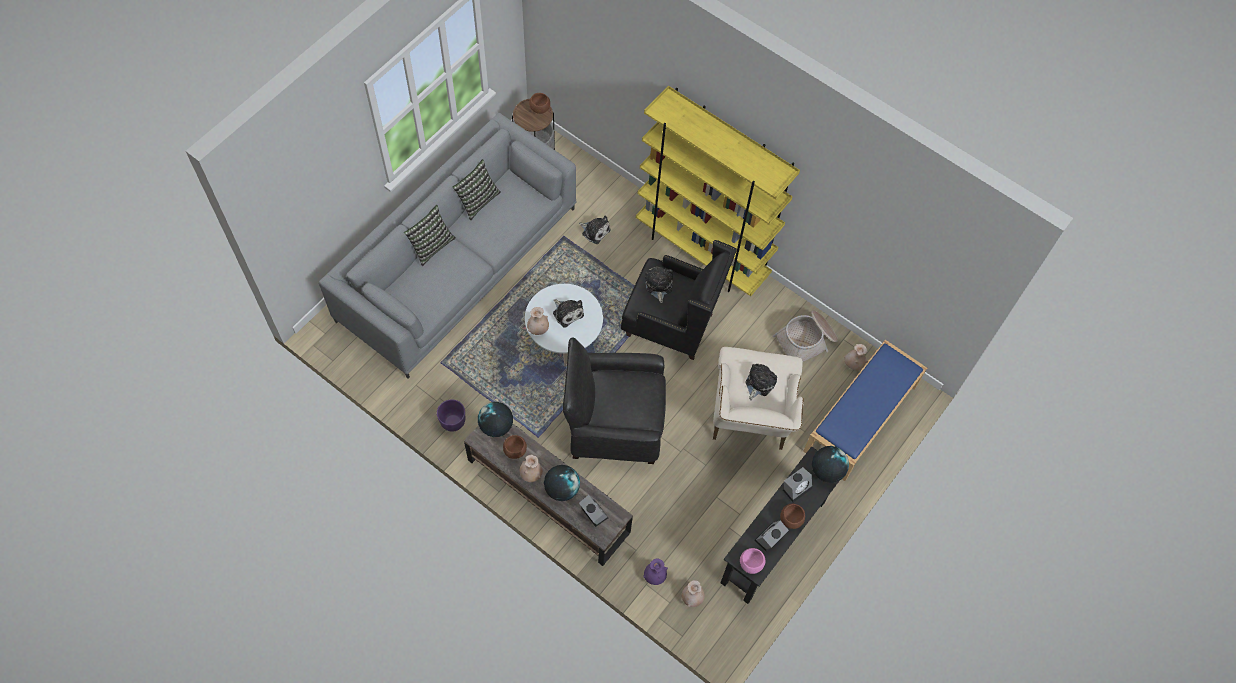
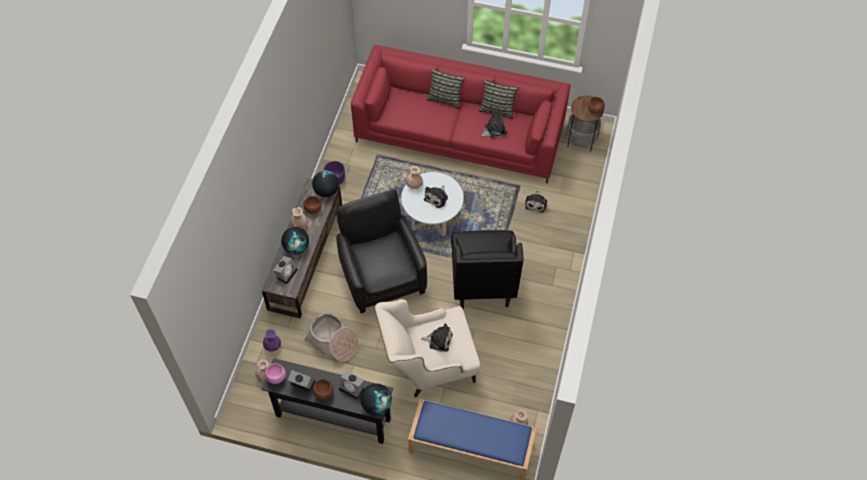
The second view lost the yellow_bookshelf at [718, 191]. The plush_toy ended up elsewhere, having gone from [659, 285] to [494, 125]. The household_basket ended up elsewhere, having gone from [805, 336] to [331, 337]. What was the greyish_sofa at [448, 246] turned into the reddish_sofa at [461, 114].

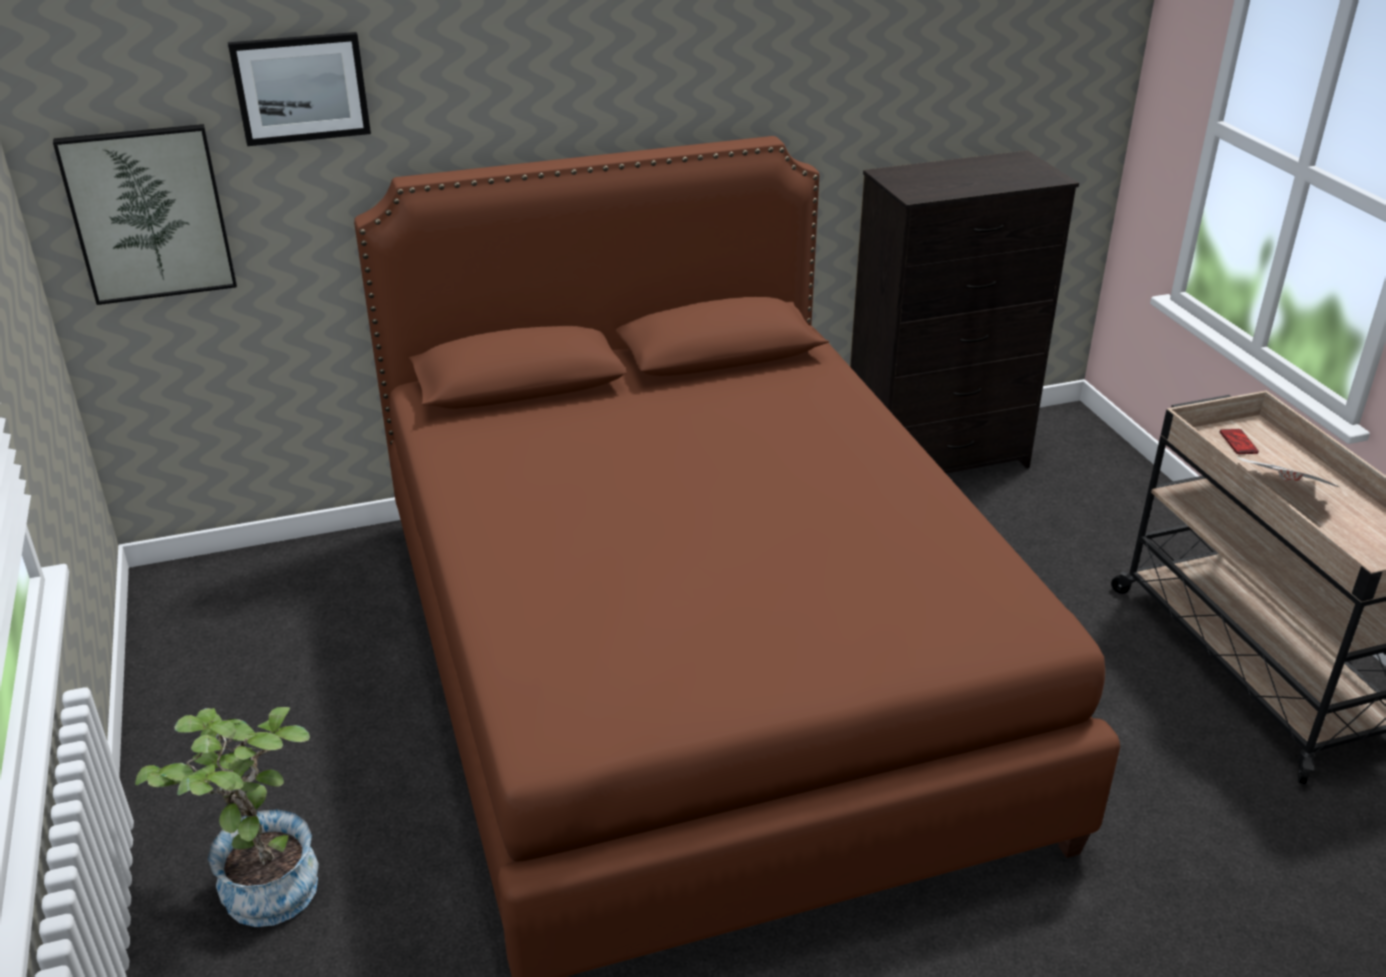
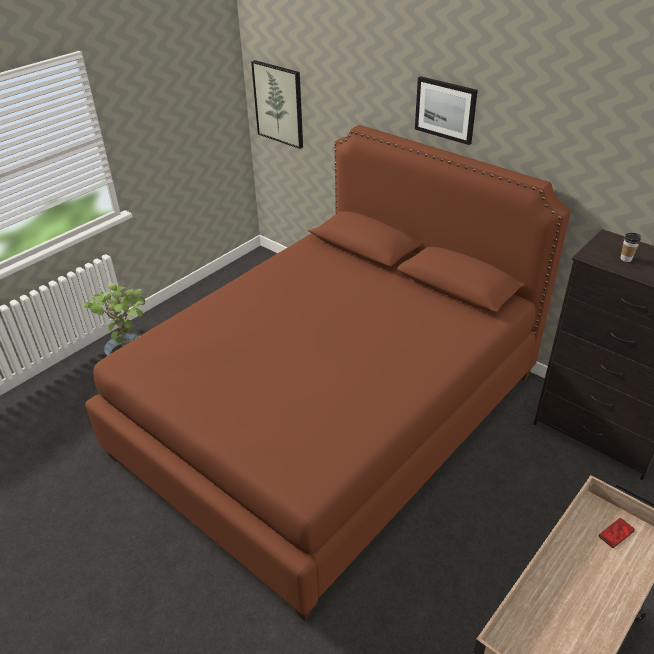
The second view lost the daily_paper at [1288, 472]. The second view gained the cup at [631, 247]. The wall_picture ended up elsewhere, having gone from [299, 89] to [446, 110].

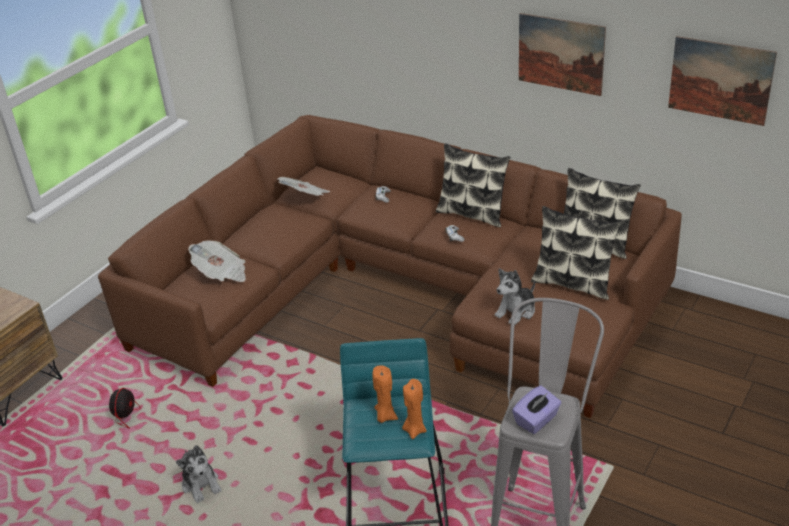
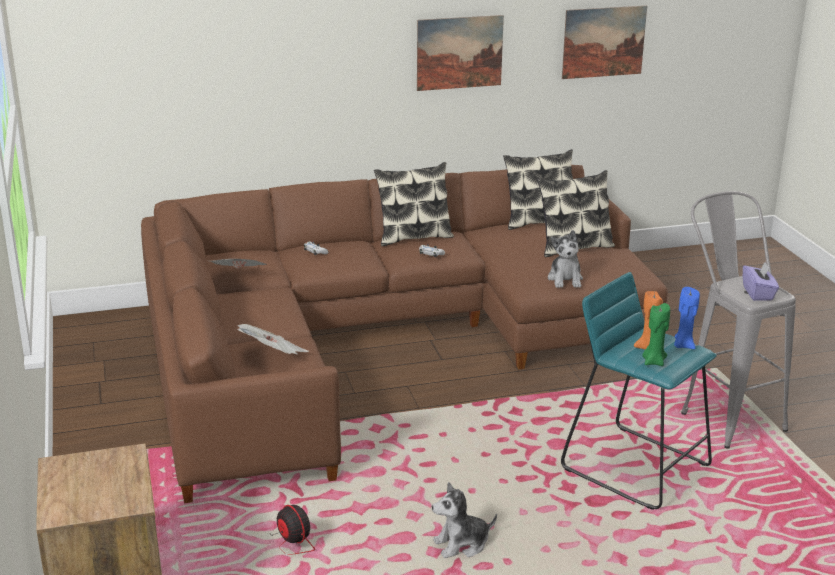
The second view gained the greenish_candle at [656, 334]. What was the orangey_candle at [414, 409] turned into the blue_candle at [687, 318]. The plush_toy at [199, 474] ended up facing another way, 150 degrees clockwise from before.

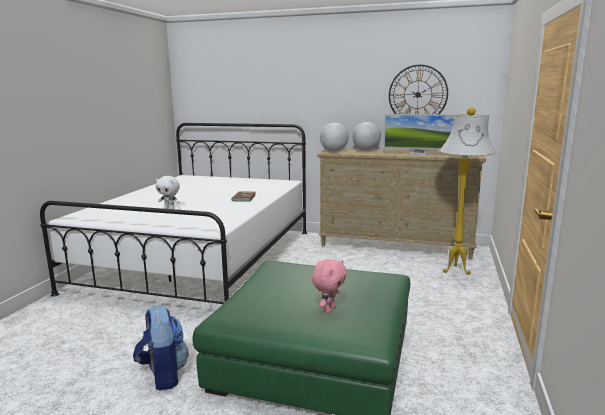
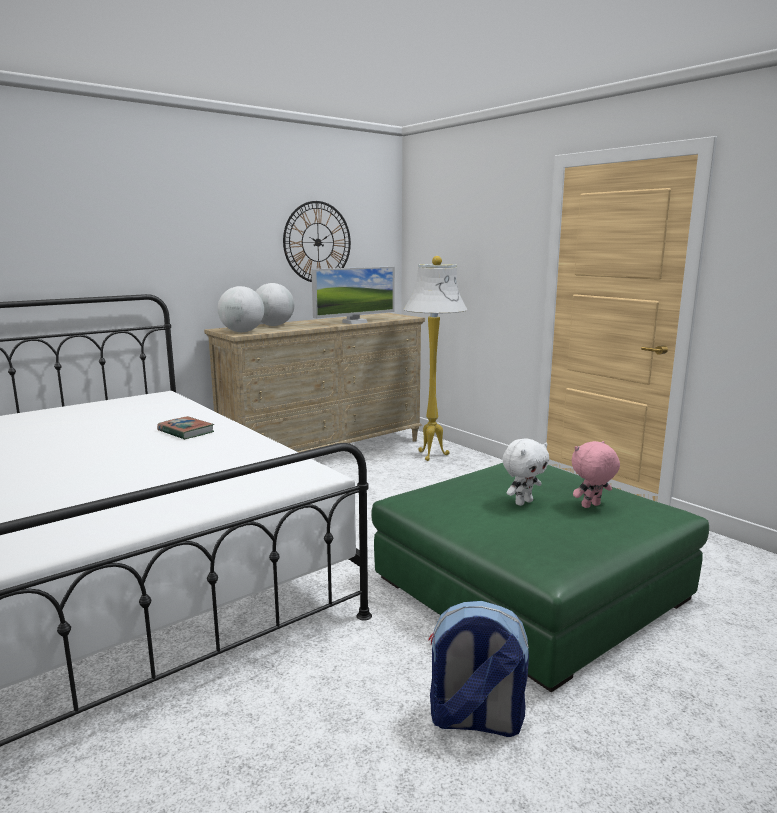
The white_plush_toy ended up elsewhere, having gone from [168, 192] to [525, 472]. The pink-coloured_plush_toy at [329, 286] ended up facing another way, 90 degrees counterclockwise from before.

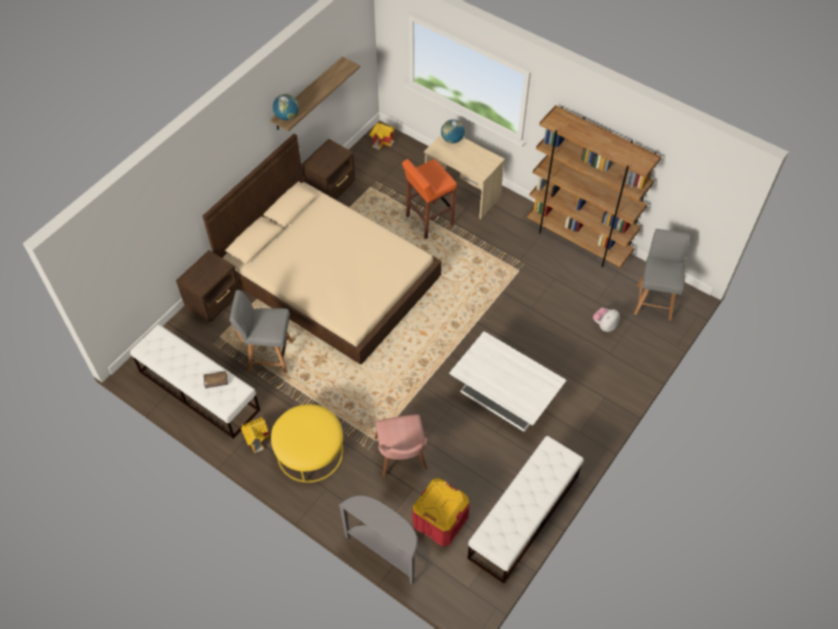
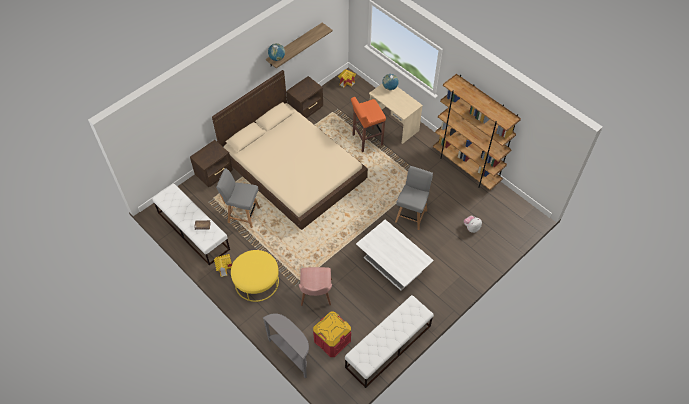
The greyish_plain_chair ended up elsewhere, having gone from [662, 275] to [414, 198].

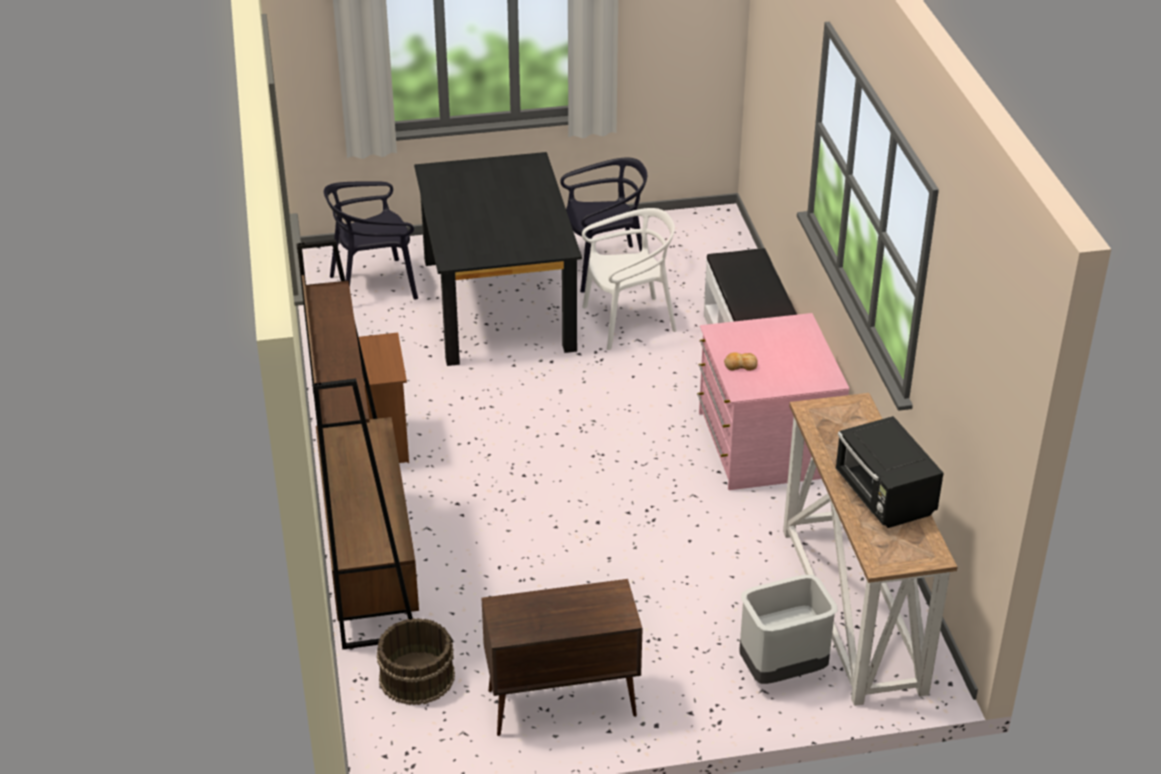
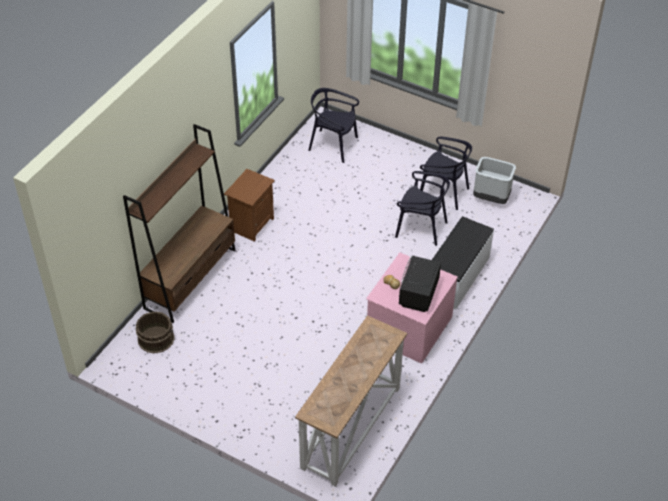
The second view lost the blackish_dinner_table at [498, 259]. The second view lost the brown_cupboard at [562, 657]. The greyish_waste_bin ended up elsewhere, having gone from [789, 629] to [494, 180]. The blackish_kitchen_microwave ended up elsewhere, having gone from [889, 472] to [420, 284]. What was the white_plain_chair at [629, 279] turned into the blackish_plain_chair at [422, 208].

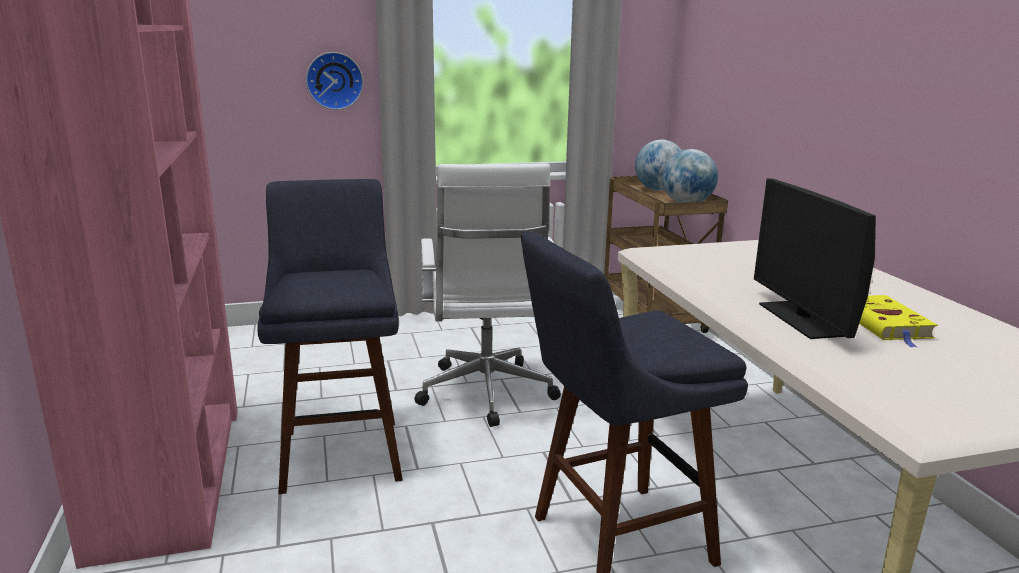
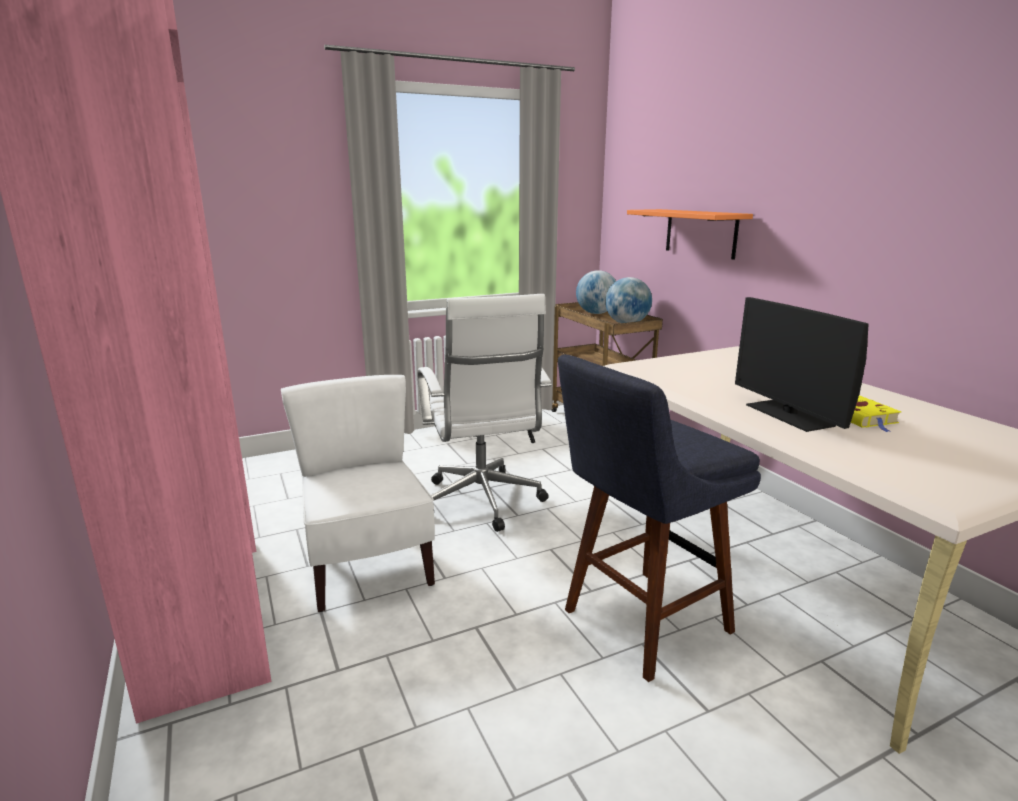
The second view lost the hanging_clock at [334, 81]. The second view gained the orangey_wall_shelf at [690, 234]. Where the blue_stool stood at [330, 336], the white_plain_chair came to stand at [358, 493].

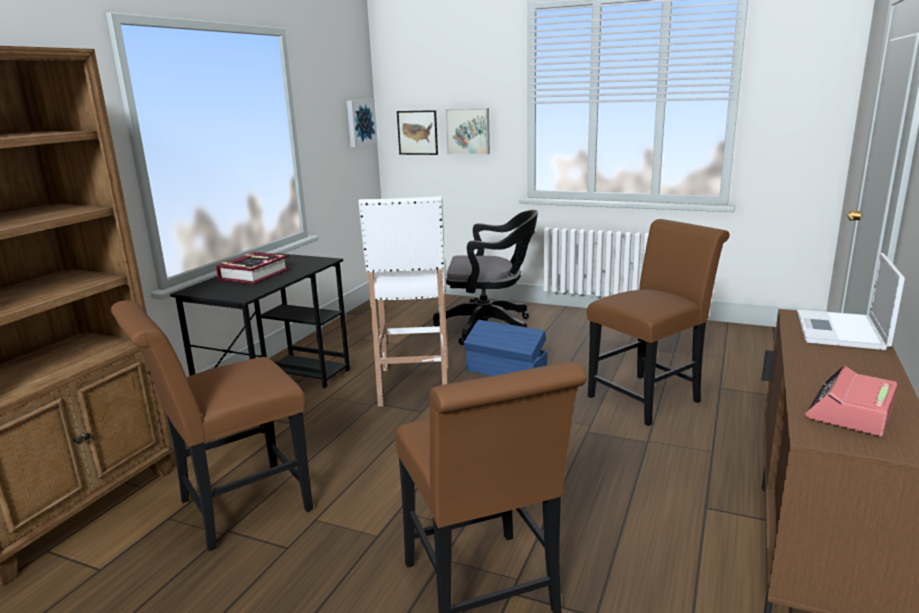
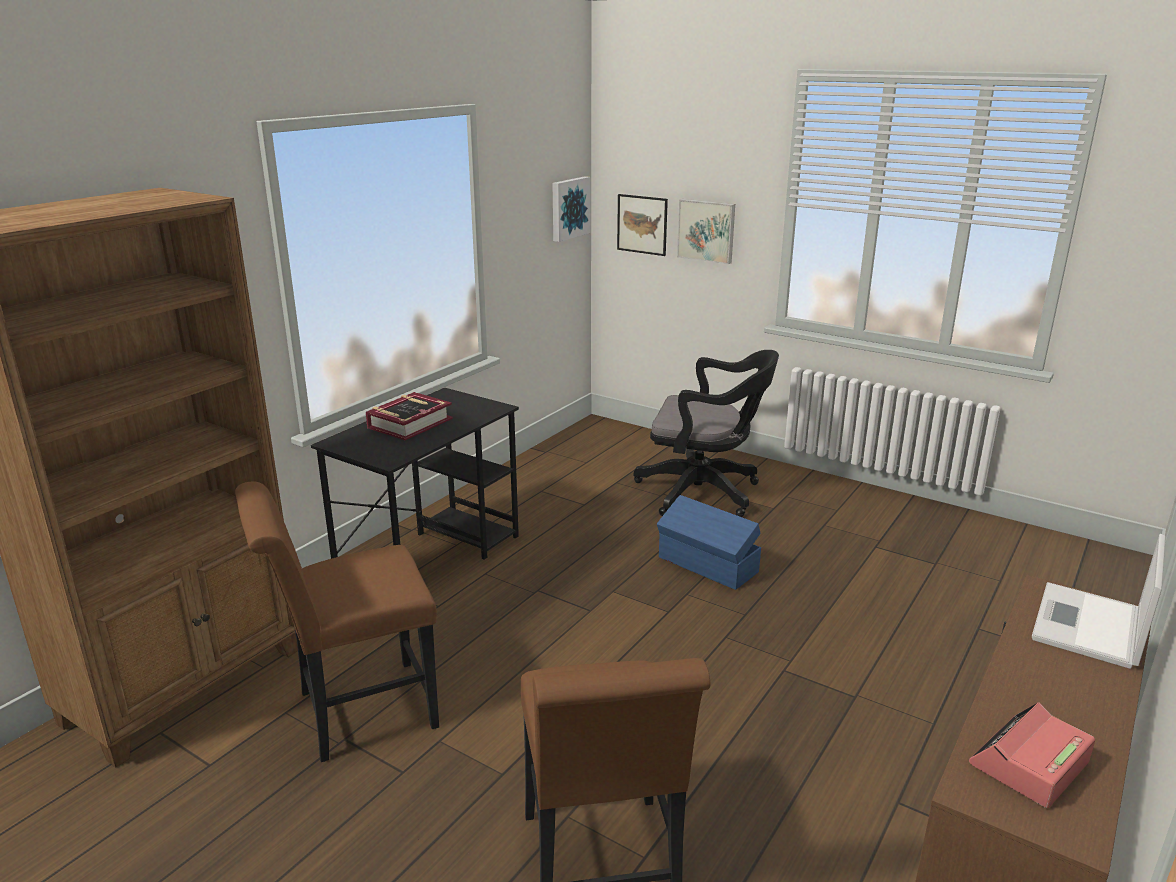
The second view lost the white_stool at [403, 301]. The second view lost the brown_plain_chair at [658, 322].

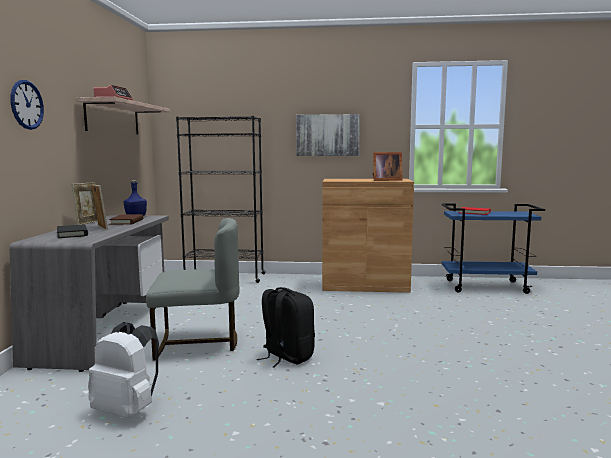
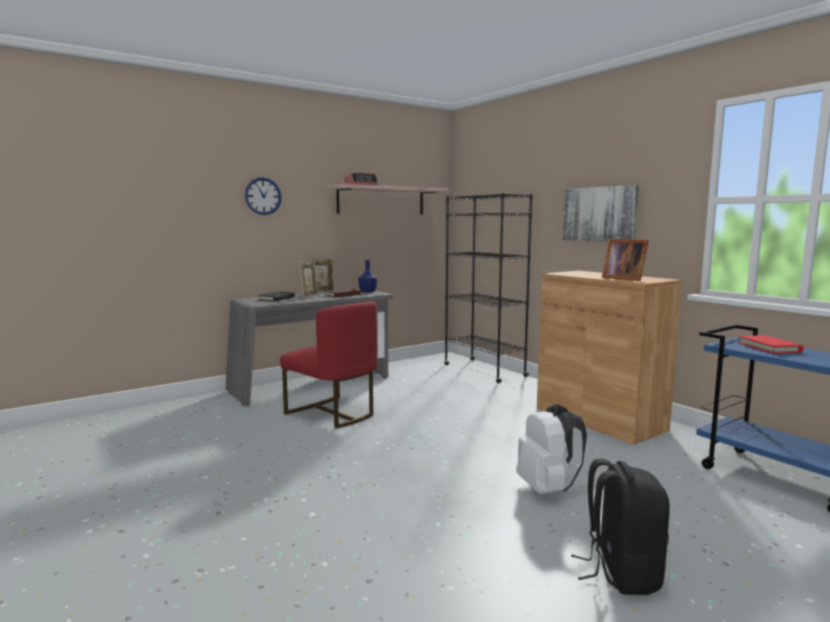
The white_knapsack ended up elsewhere, having gone from [123, 370] to [551, 449]. The blackish_knapsack ended up elsewhere, having gone from [286, 327] to [620, 527]. What was the greyish_plain_chair at [192, 289] turned into the reddish_plain_chair at [329, 364].

